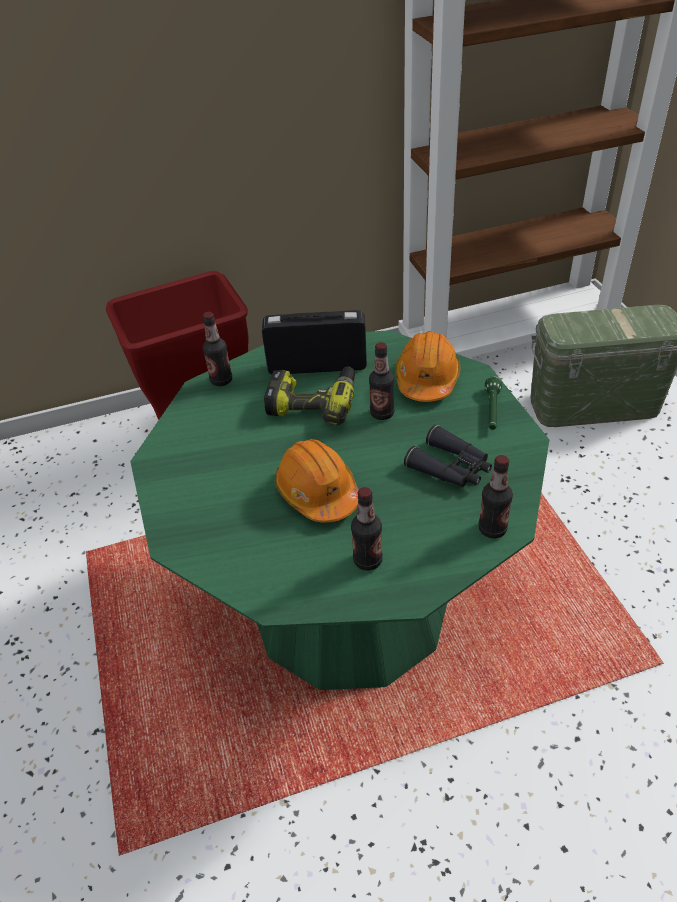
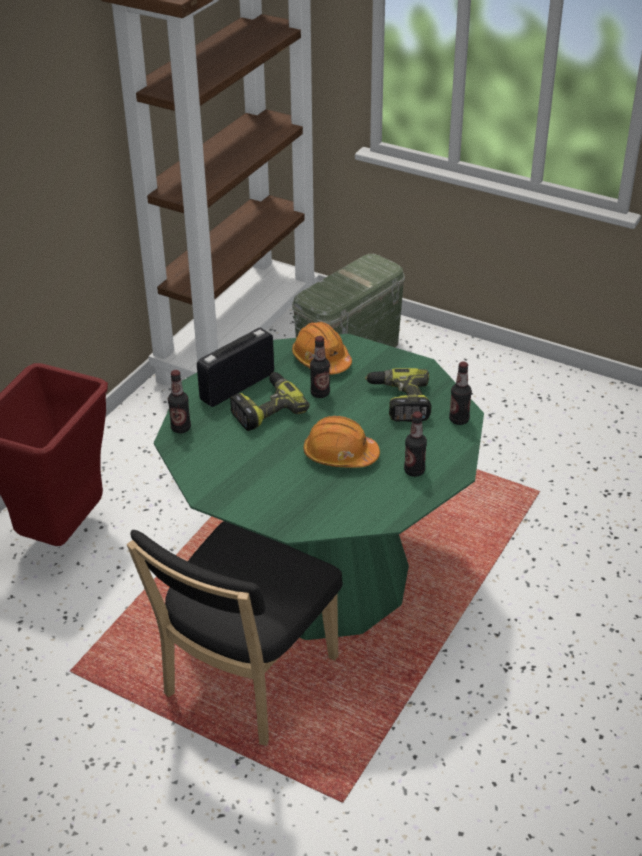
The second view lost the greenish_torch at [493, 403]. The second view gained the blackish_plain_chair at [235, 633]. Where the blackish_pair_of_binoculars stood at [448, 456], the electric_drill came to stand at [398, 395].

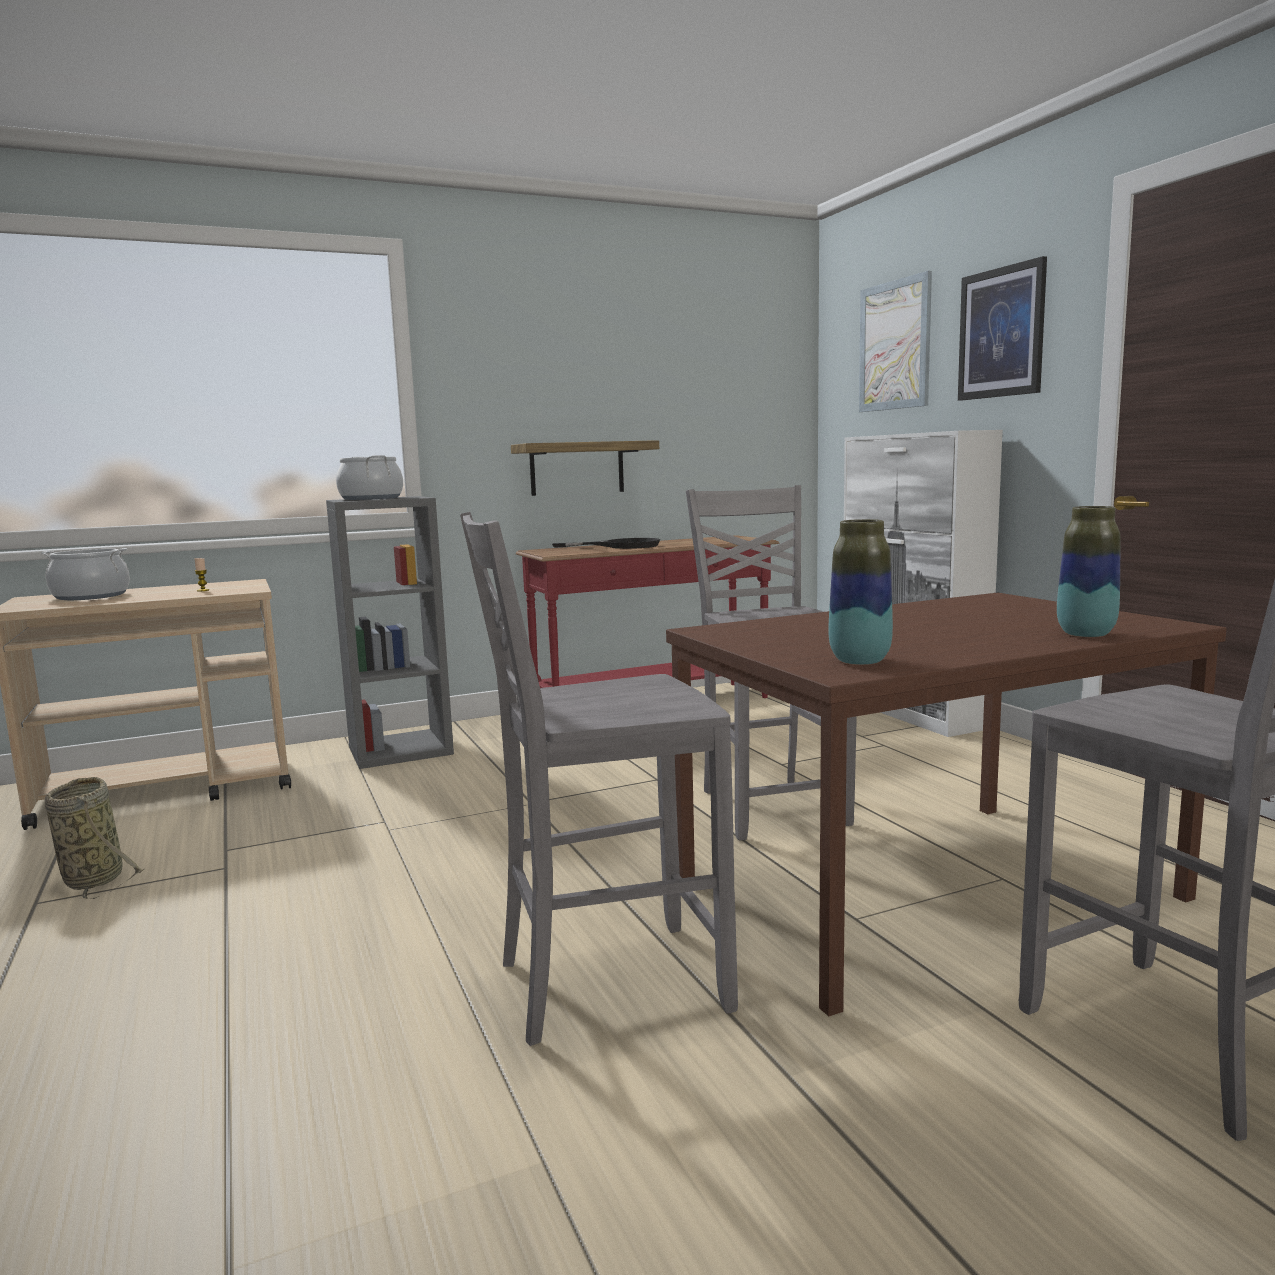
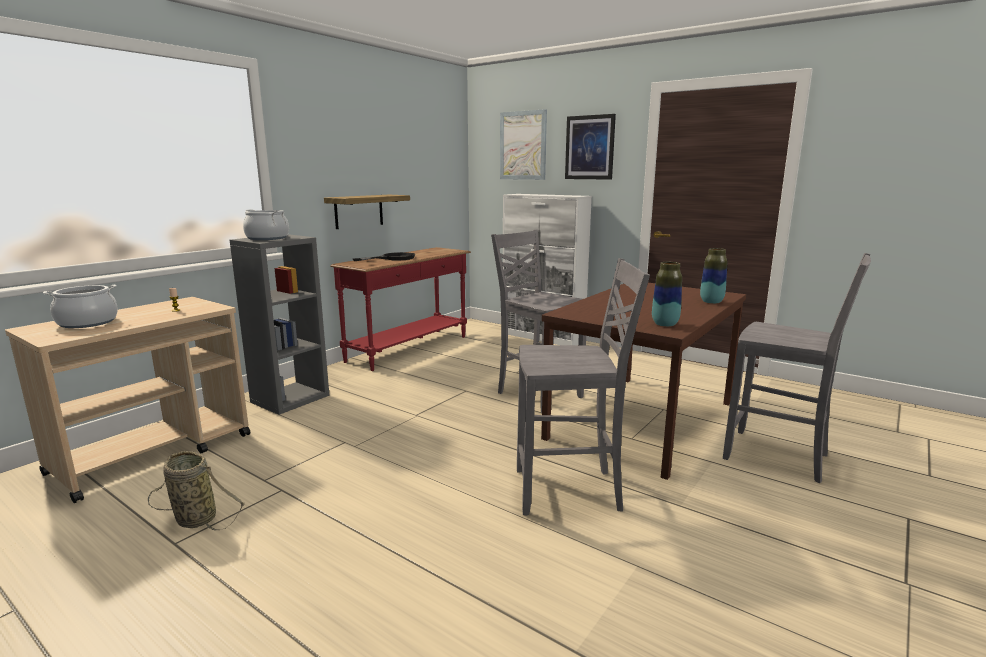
The greyish_plain_chair at [599, 779] ended up facing another way, 135 degrees counterclockwise from before.

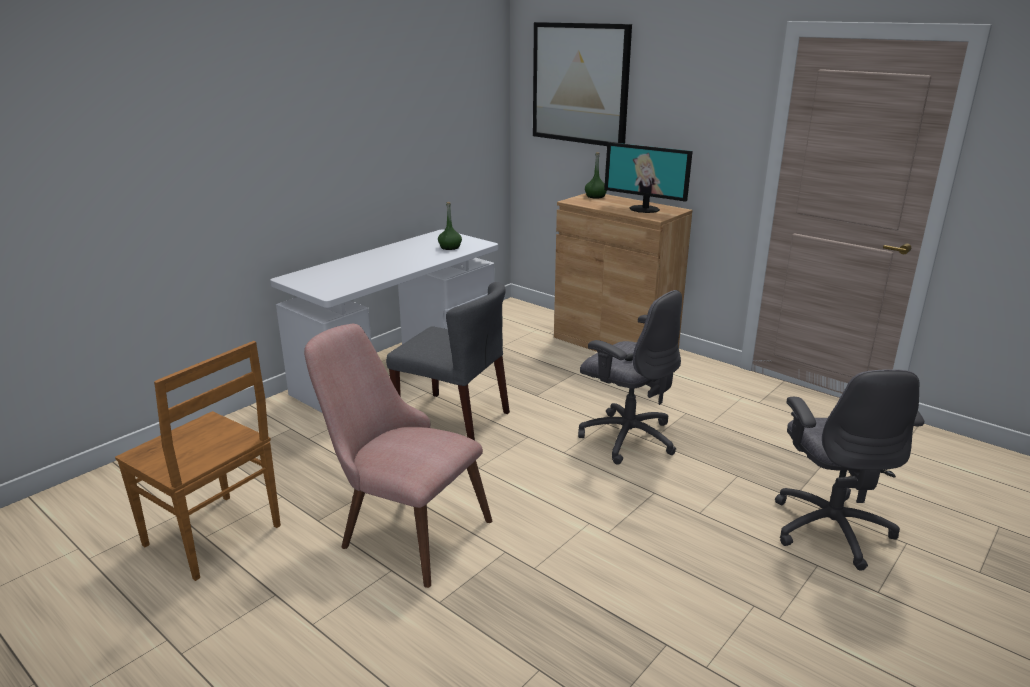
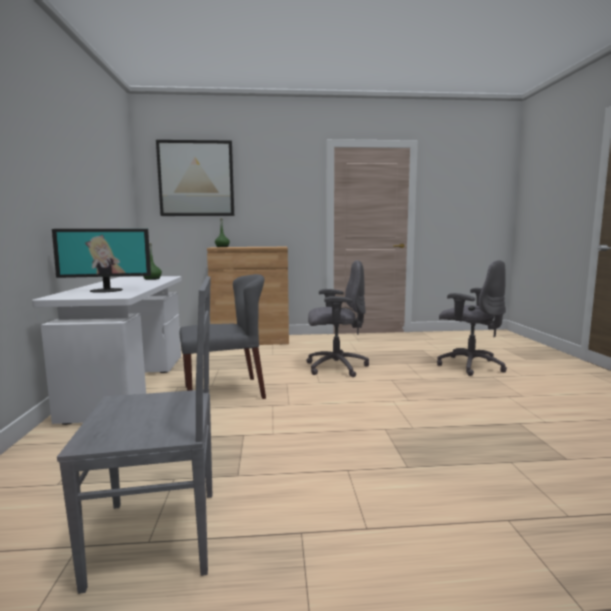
The second view lost the pink-coloured_plain_chair at [398, 456]. The monitor ended up elsewhere, having gone from [648, 177] to [101, 261]. What was the brown_plain_chair at [198, 461] turned into the greyish_plain_chair at [134, 435].

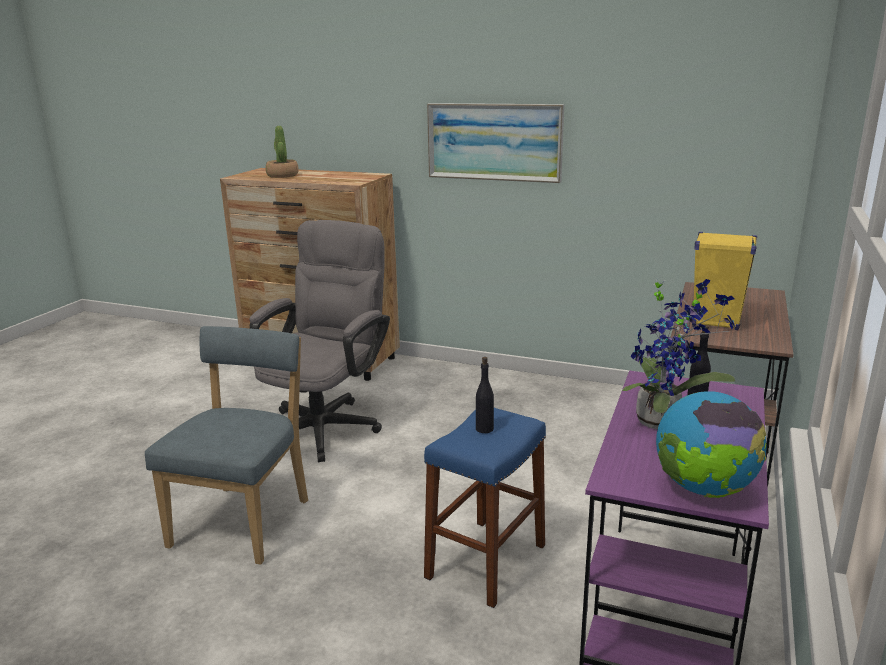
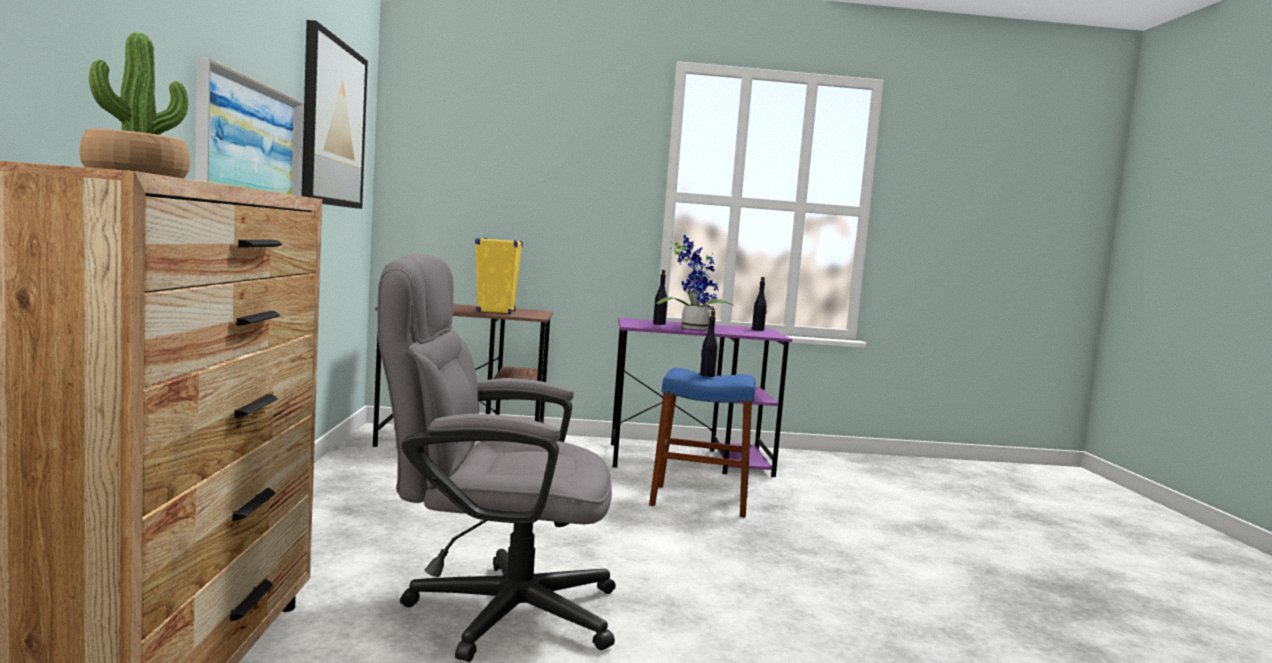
The second view lost the blue_plain_chair at [226, 445]. The second view gained the wall_picture at [334, 114]. Where the world_globe stood at [711, 444], the blackish_beverage_bottle came to stand at [759, 304].

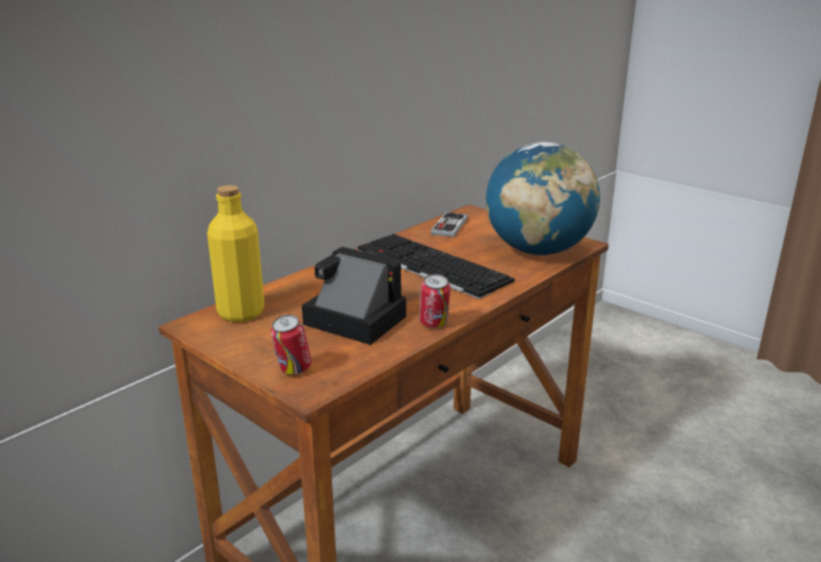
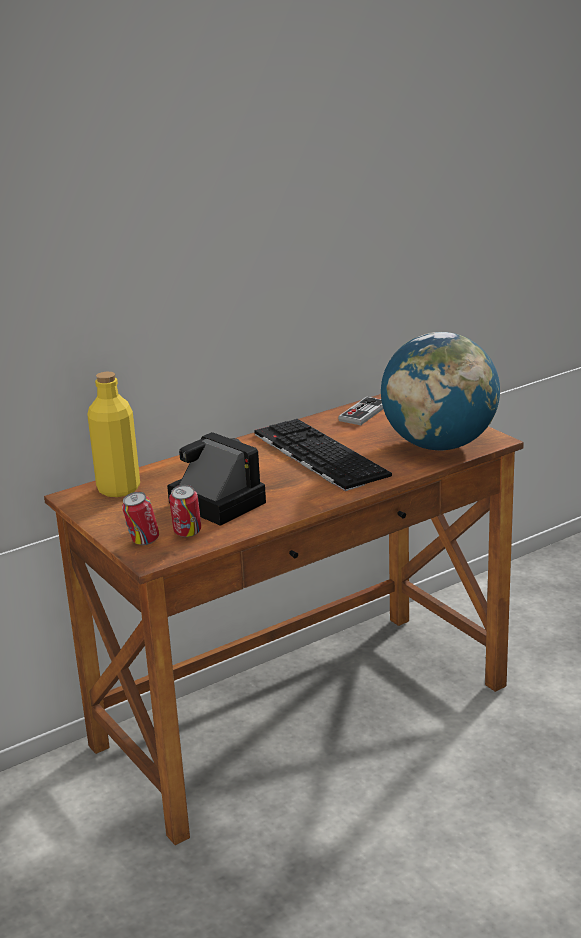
The sealed_can ended up elsewhere, having gone from [434, 301] to [185, 511].

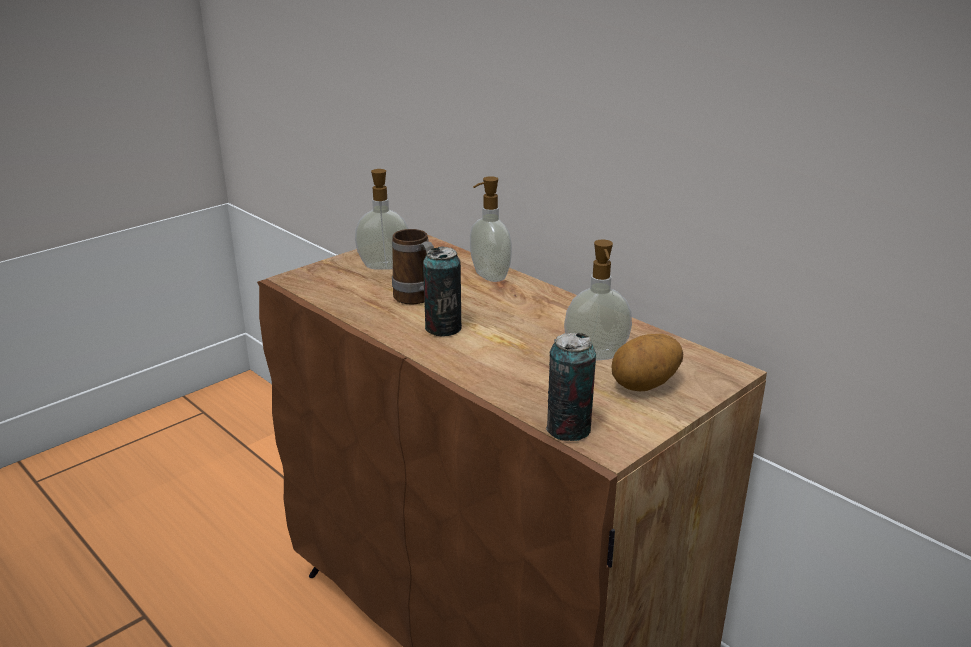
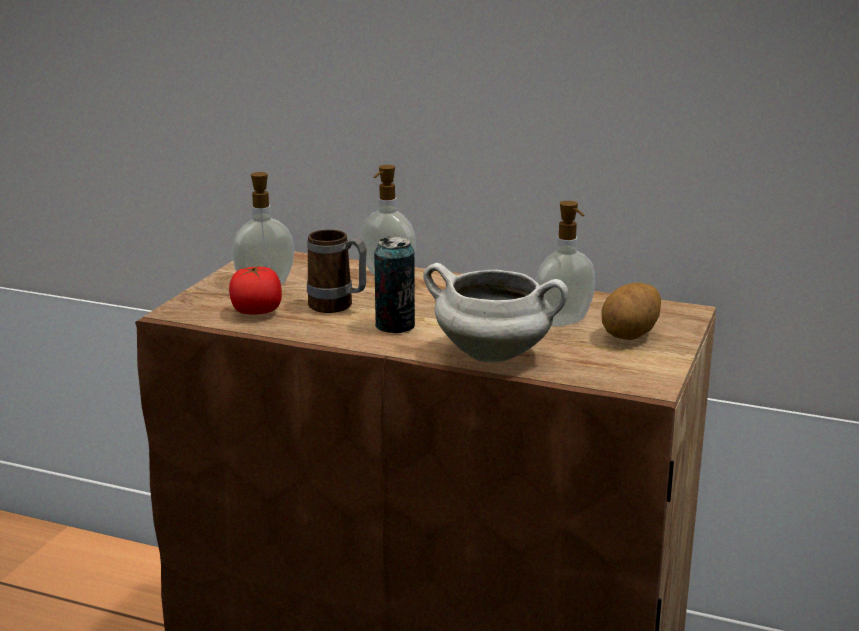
The second view lost the sealed_can at [571, 387]. The second view gained the whole_tomato at [255, 290]. The second view gained the white_stockpot at [495, 312].

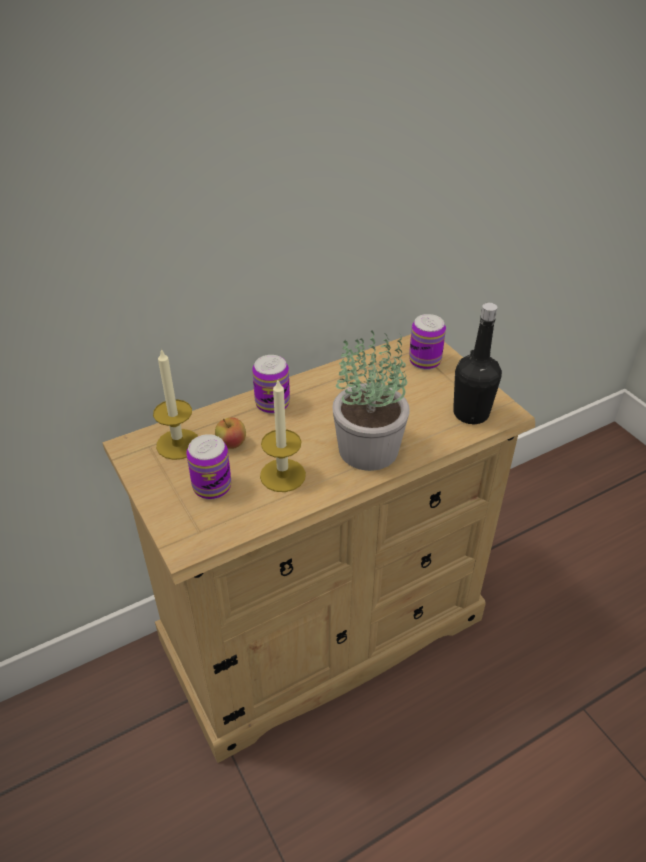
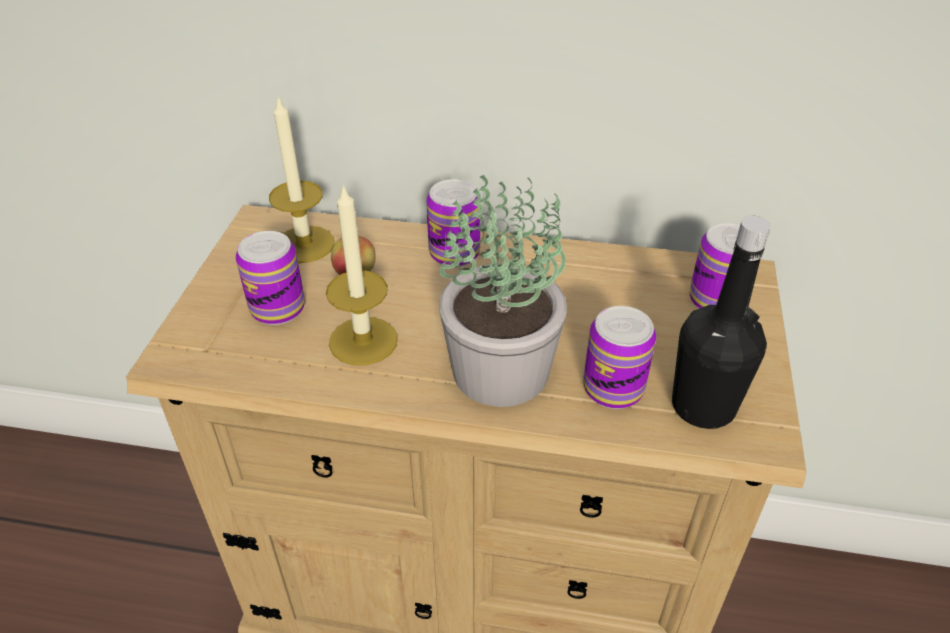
The second view gained the sealed_can at [620, 357].

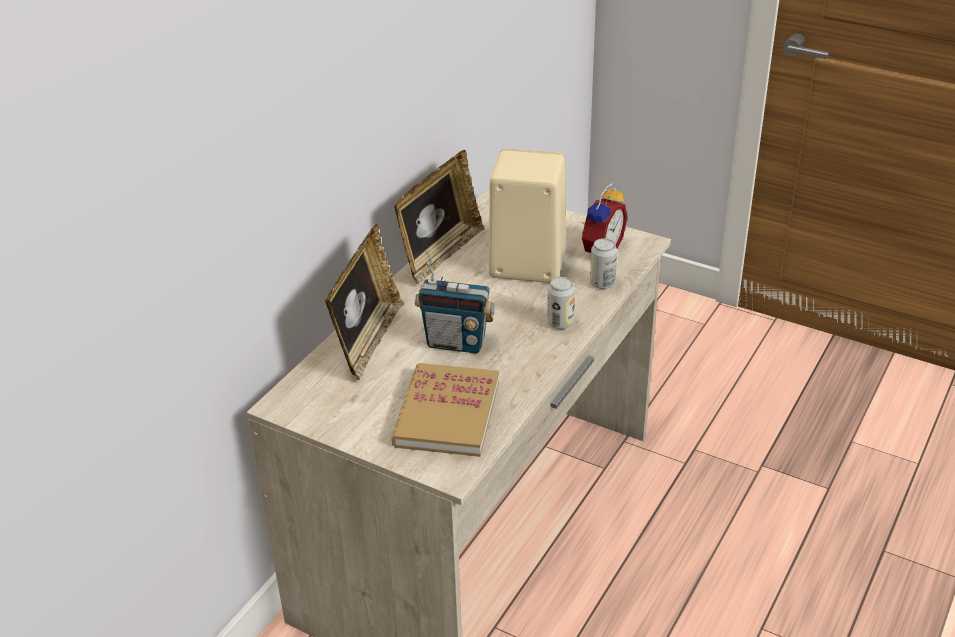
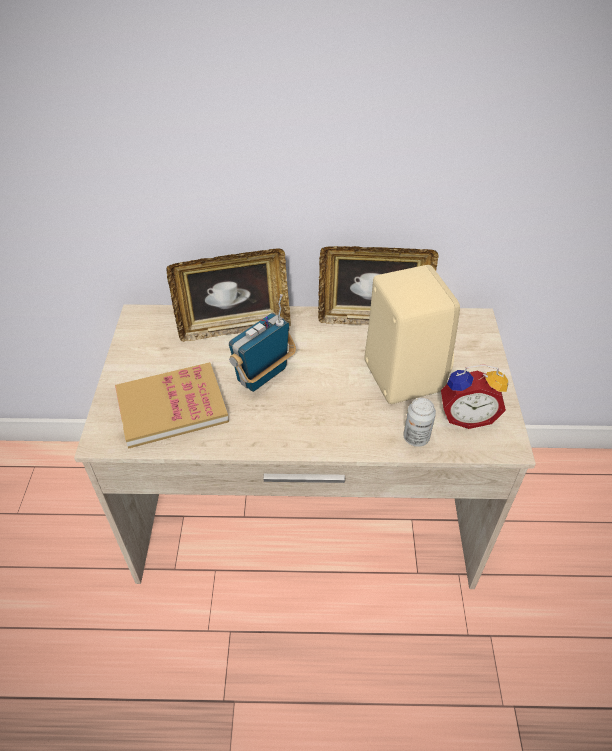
The second view lost the sealed_can at [561, 303]. The radio_receiver at [454, 301] ended up facing another way, 60 degrees clockwise from before.

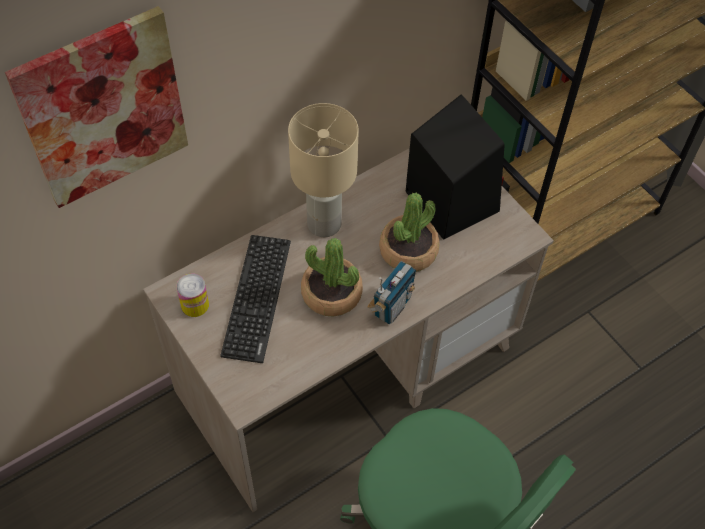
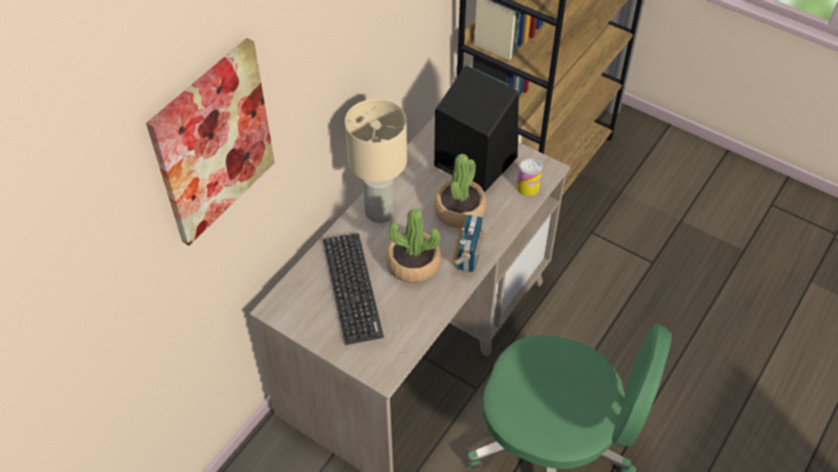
The sealed_can ended up elsewhere, having gone from [192, 295] to [530, 177].

